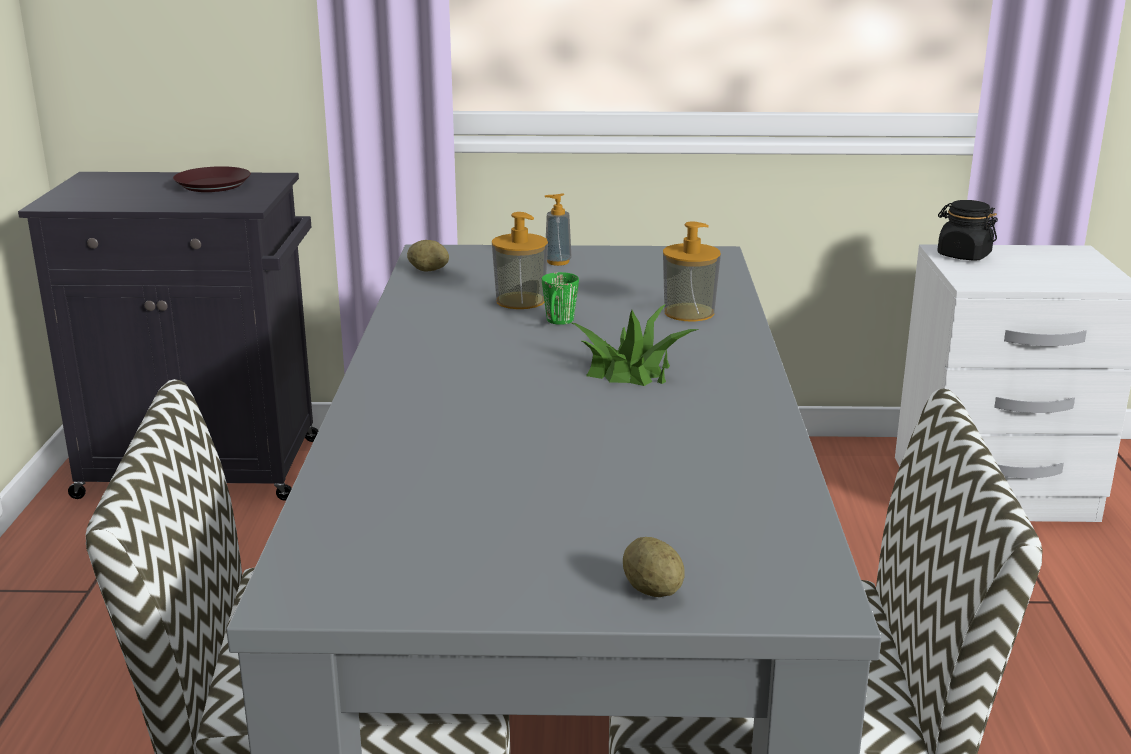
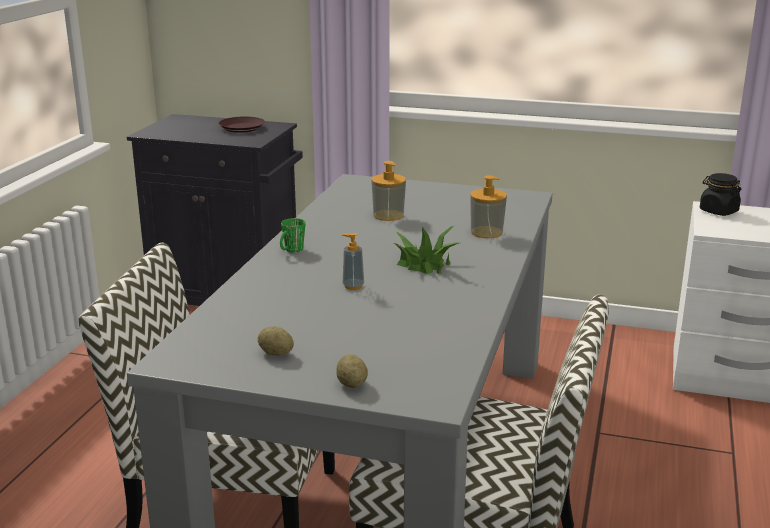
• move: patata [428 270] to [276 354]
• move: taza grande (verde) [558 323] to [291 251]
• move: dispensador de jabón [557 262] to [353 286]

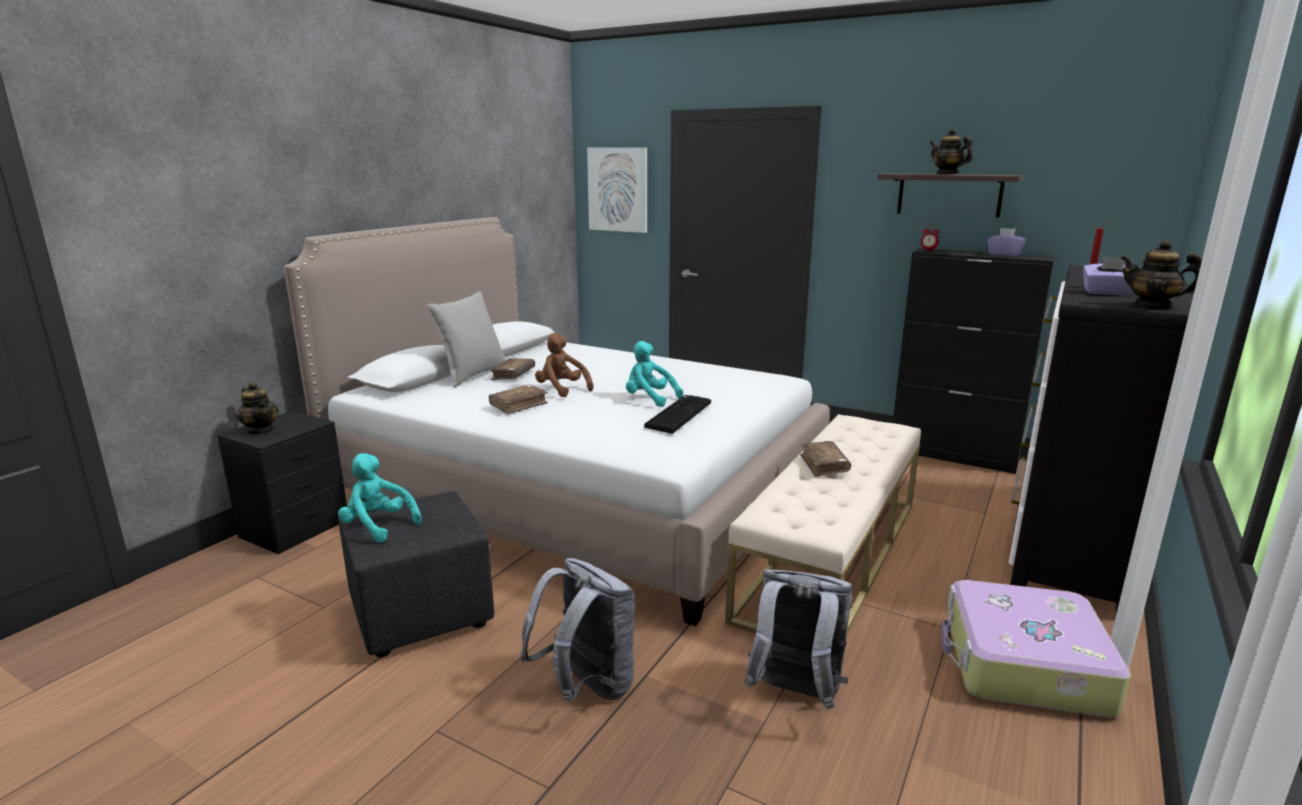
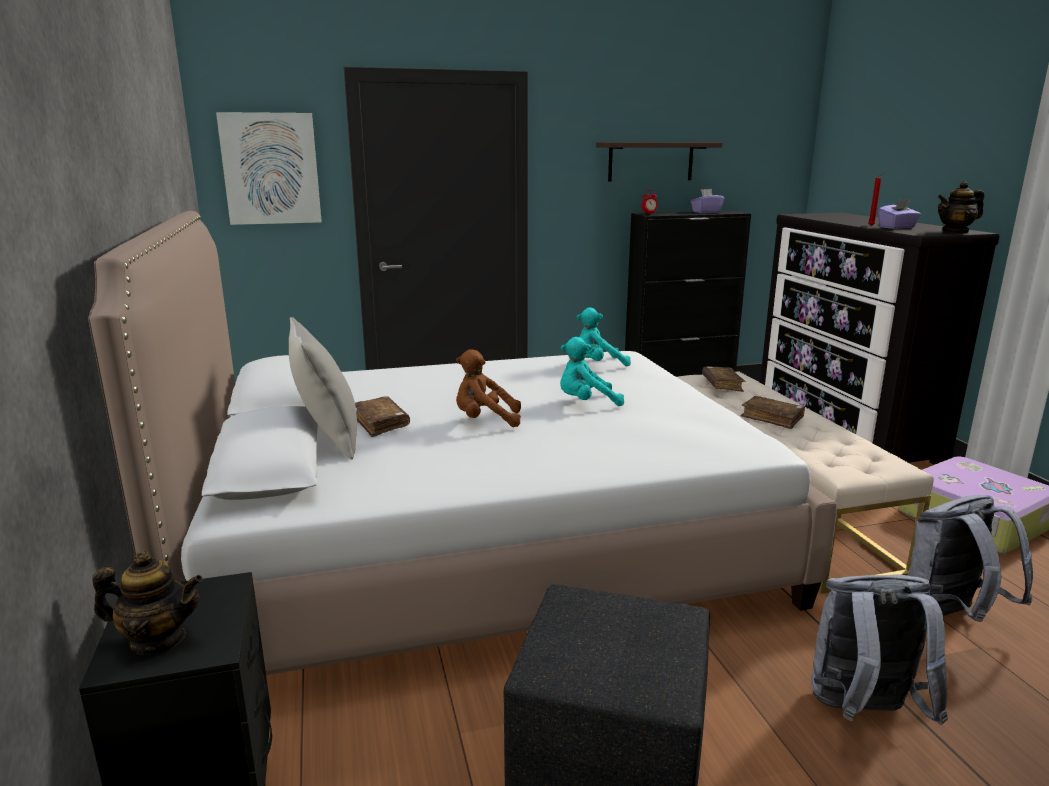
• move: peluche (turquesa) [378 526] to [598 364]
• move: libro (marrón) [518 405] to [722 385]
• delete: teclado [678 414]
• delete: tetera [947 174]

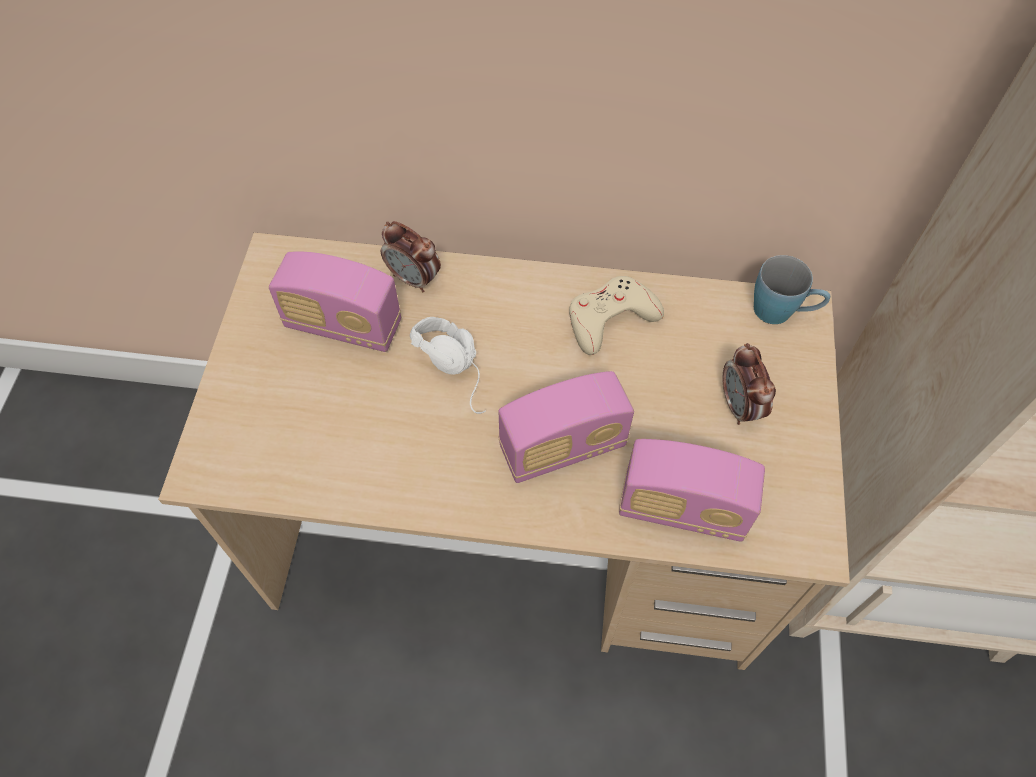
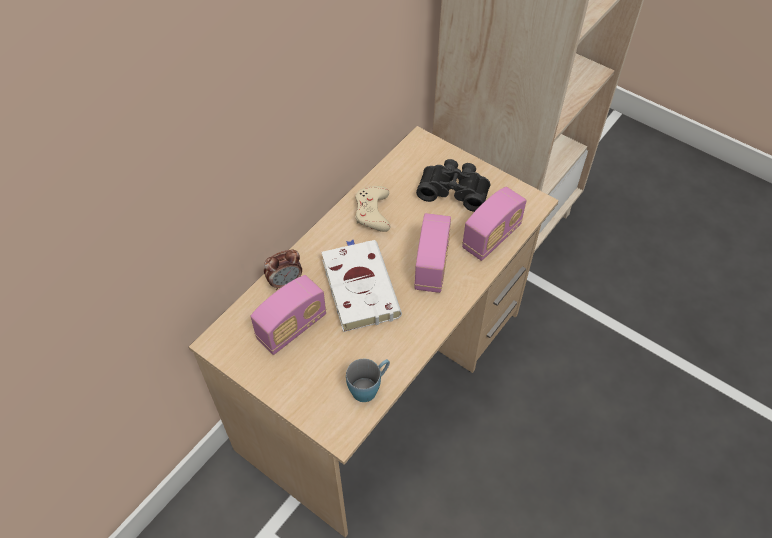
• replace: auriculares (blanco) [462 369] to libro (blanco) [359 286]
• move: taza grande (azul) [782 312] to [369 387]
• replace: despertador [739 406] to prismáticos (negro) [454 190]

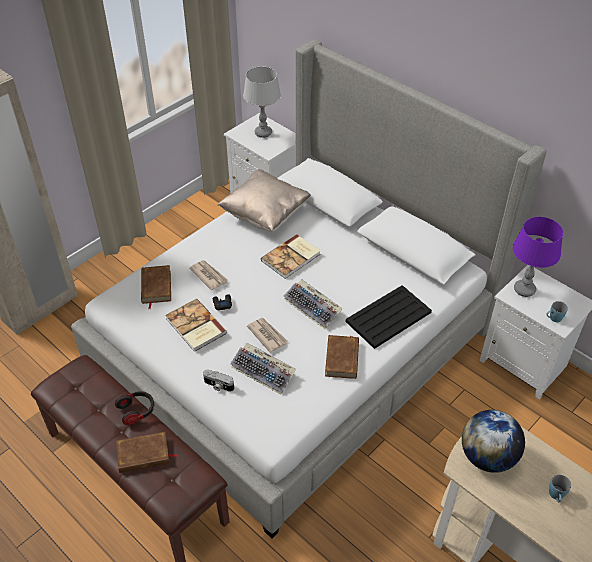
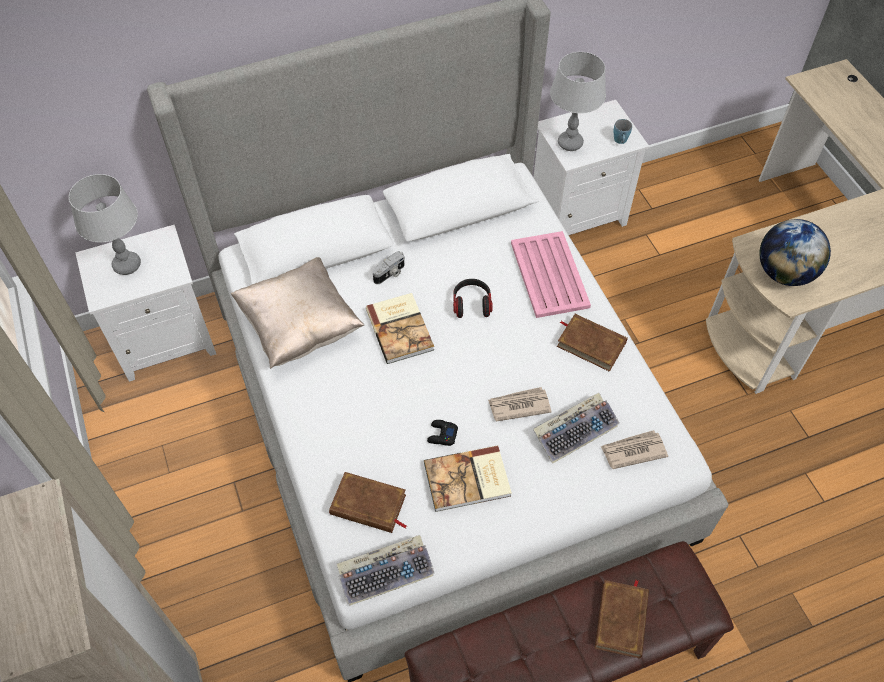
• move: teclado [313 307] to [386 572]
• move: cámara [218 385] to [390 274]
• move: auriculares [137 411] to [471 304]
• recolor: bandeja (negro) [387 317] to bandeja (rosa) [549 275]
• recolor: lámpara de mesa (morado) [524 290] to lámpara de mesa (gris) [570 143]
• move: periódico [208 275] to [633 451]
• delete: taza grande (azul) [556 496]

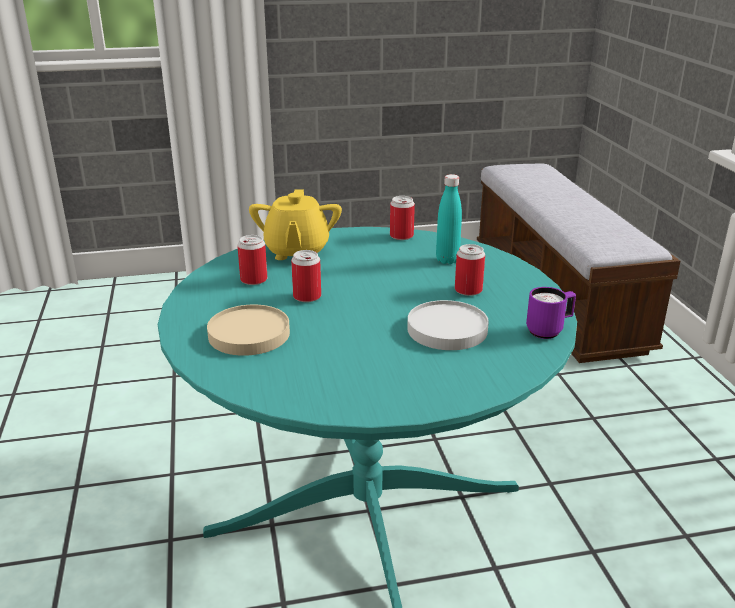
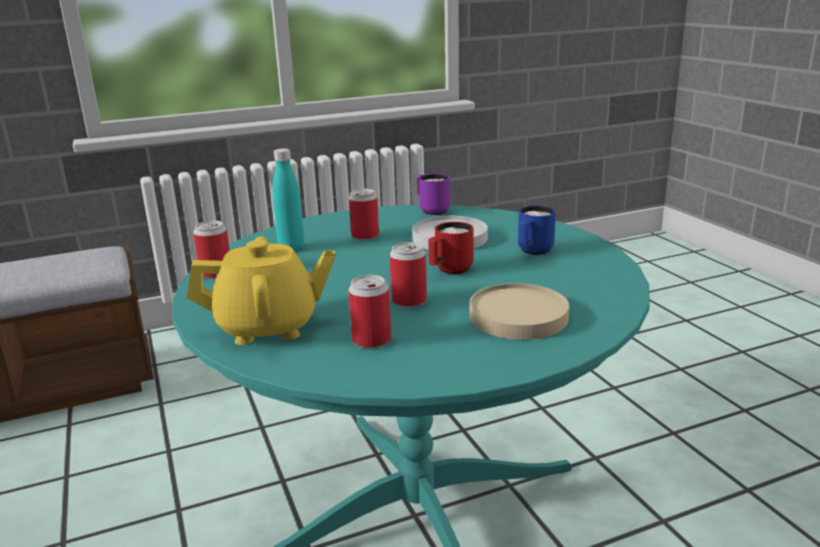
• insert: taza grande (rojo) [449 271]
• insert: taza grande (azul) [532 252]

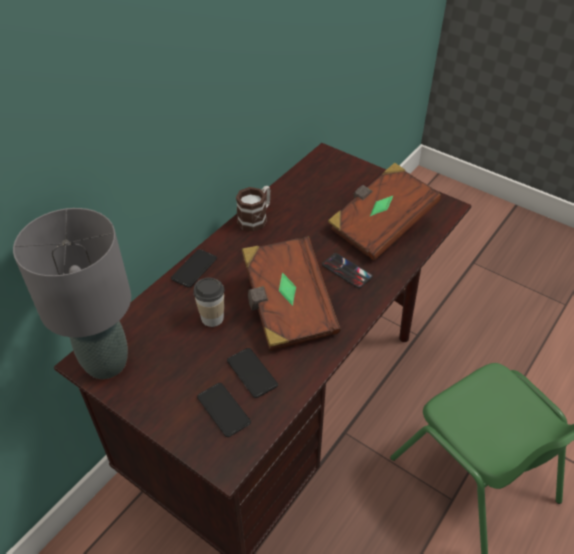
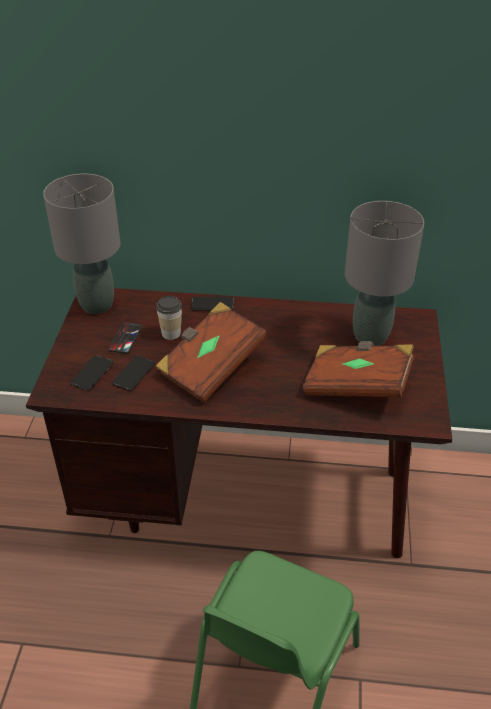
• move: móvil [346 271] to [125 338]
• insert: lámpara de mesa (gris) [370 336]
• delete: taza grande [256 218]

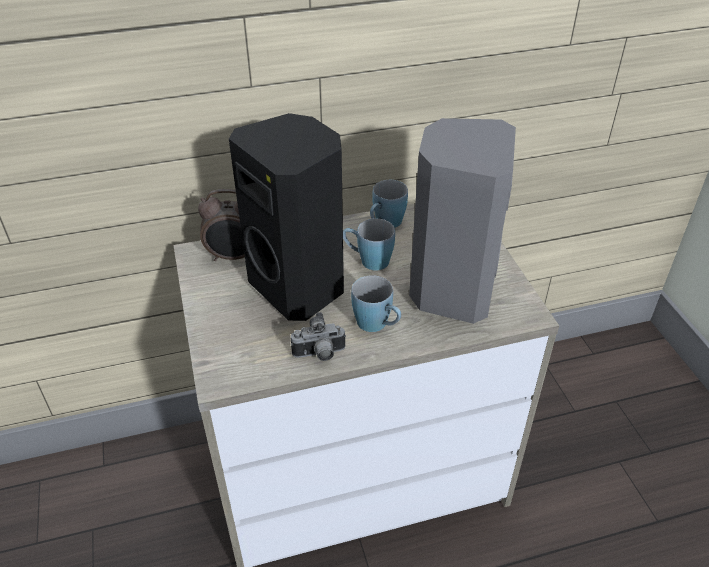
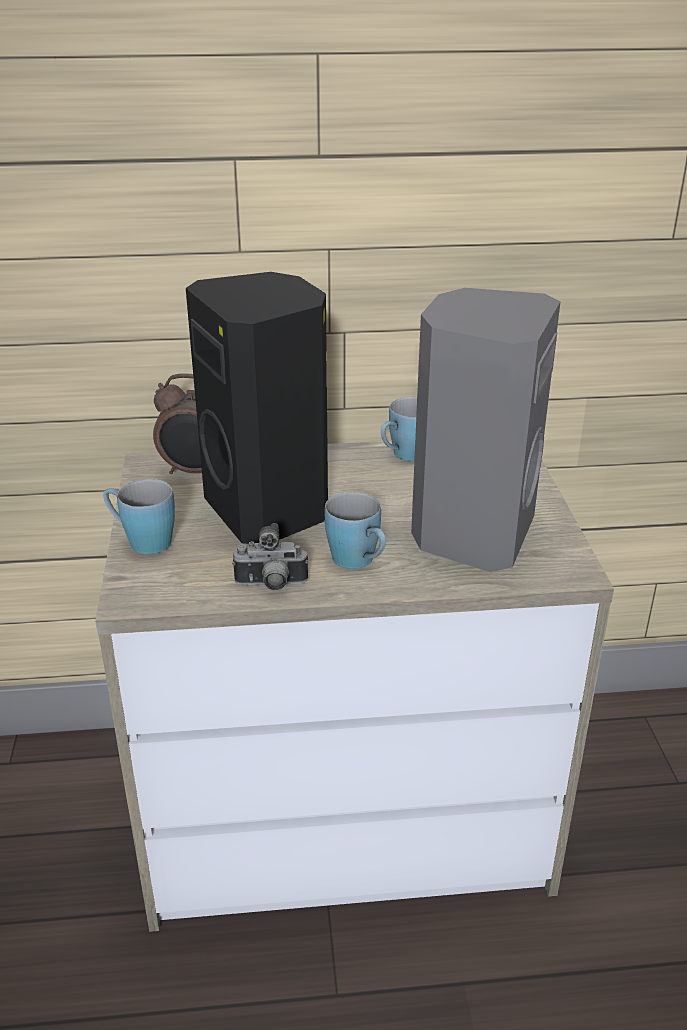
• move: taza grande (azul) [368 260] to [141 541]

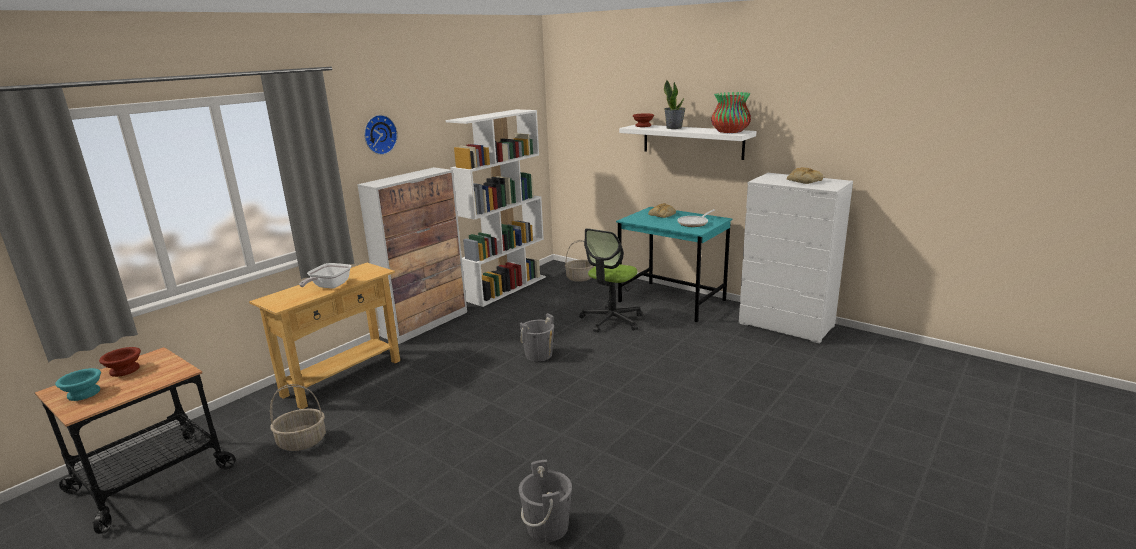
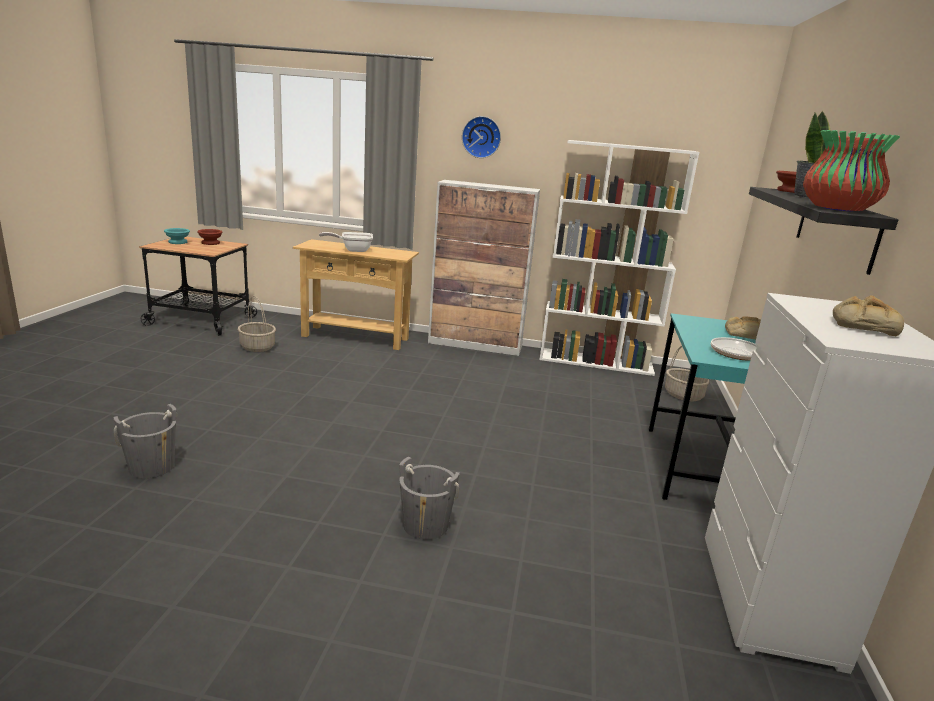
• move: cubo (gris) [538 355] to [425 525]
• recolor: estante (blanco) [692 141] to estante (negro) [835 228]
• delete: silla de oficina [611 320]

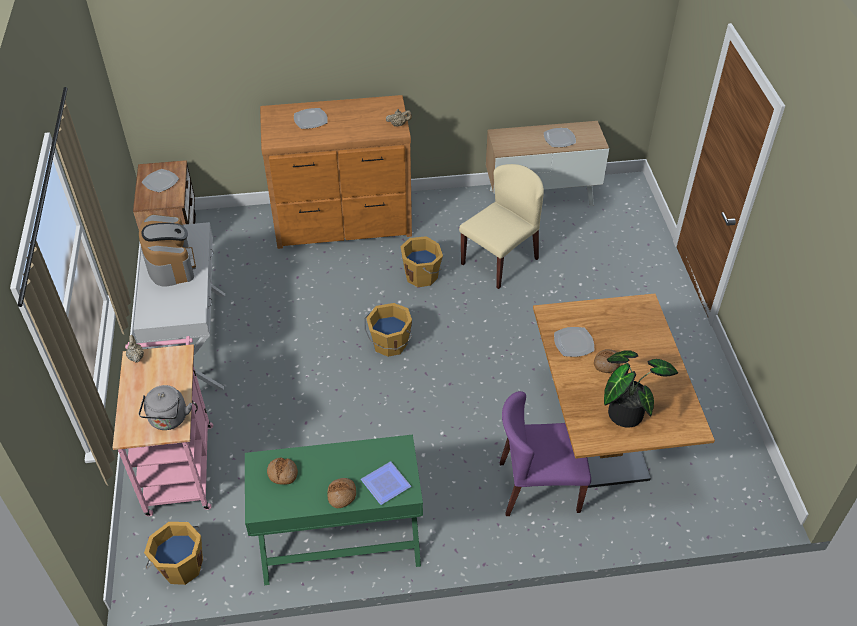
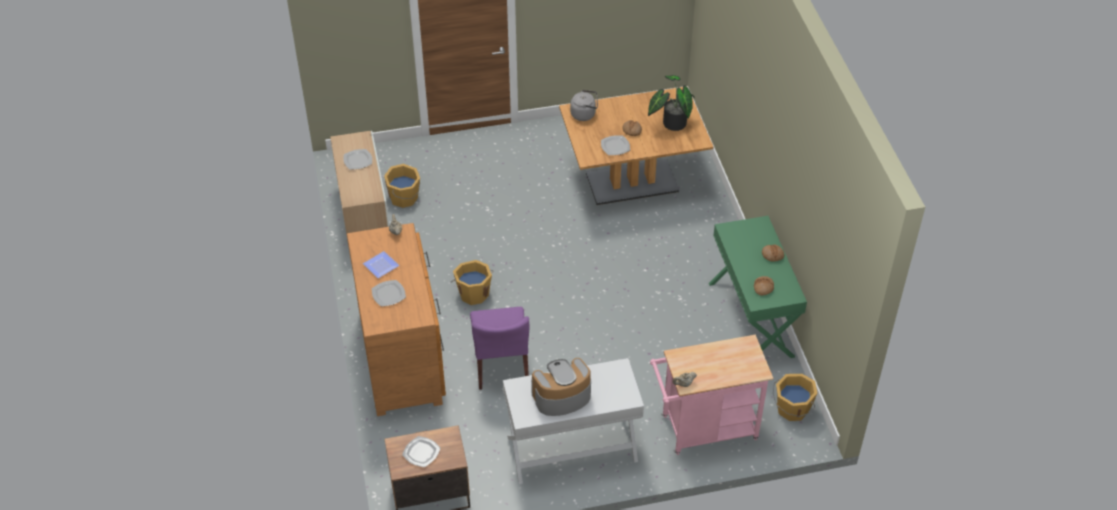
• move: plato [387 484] to [381 265]
• move: cubo (naranja) [389 344] to [404 198]
• move: silla (morado) [538 487] to [501 364]
• move: hervidor (gris) [168 420] to [584 114]
• delete: silla (beis) [500 260]

